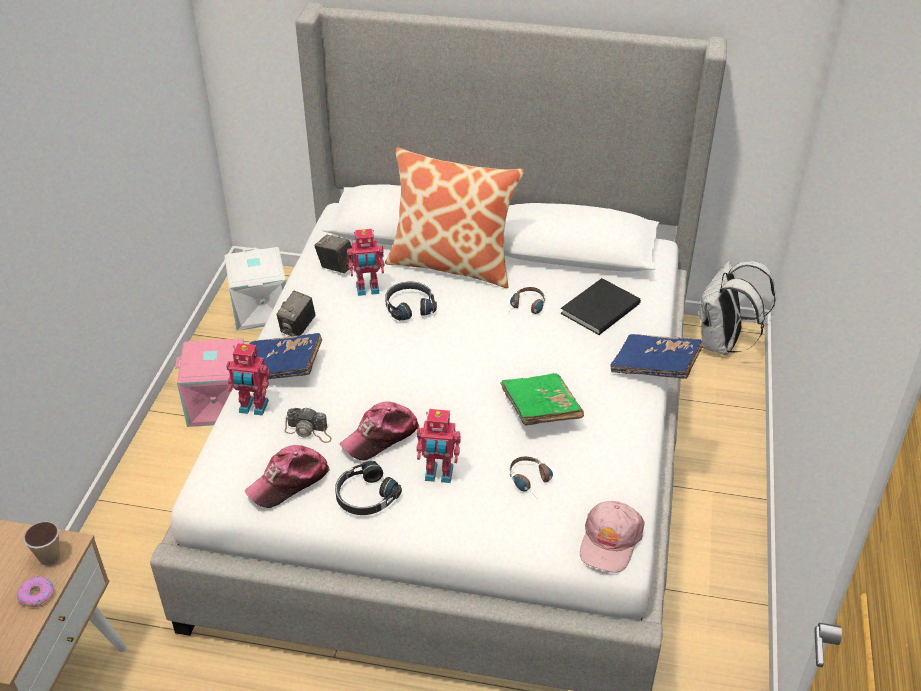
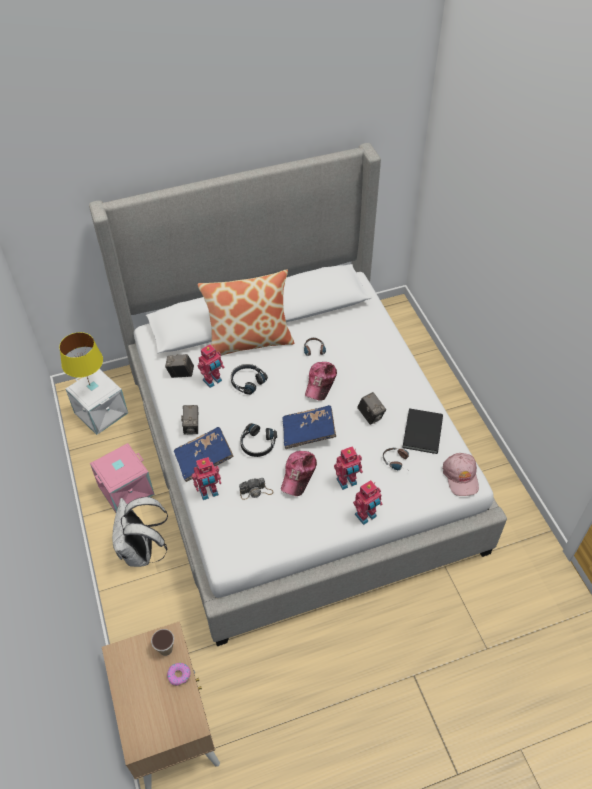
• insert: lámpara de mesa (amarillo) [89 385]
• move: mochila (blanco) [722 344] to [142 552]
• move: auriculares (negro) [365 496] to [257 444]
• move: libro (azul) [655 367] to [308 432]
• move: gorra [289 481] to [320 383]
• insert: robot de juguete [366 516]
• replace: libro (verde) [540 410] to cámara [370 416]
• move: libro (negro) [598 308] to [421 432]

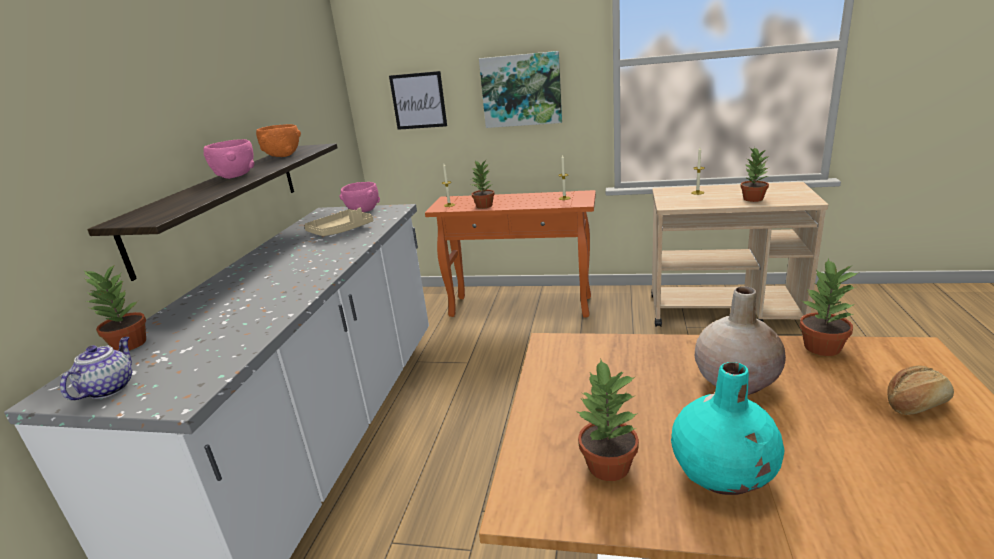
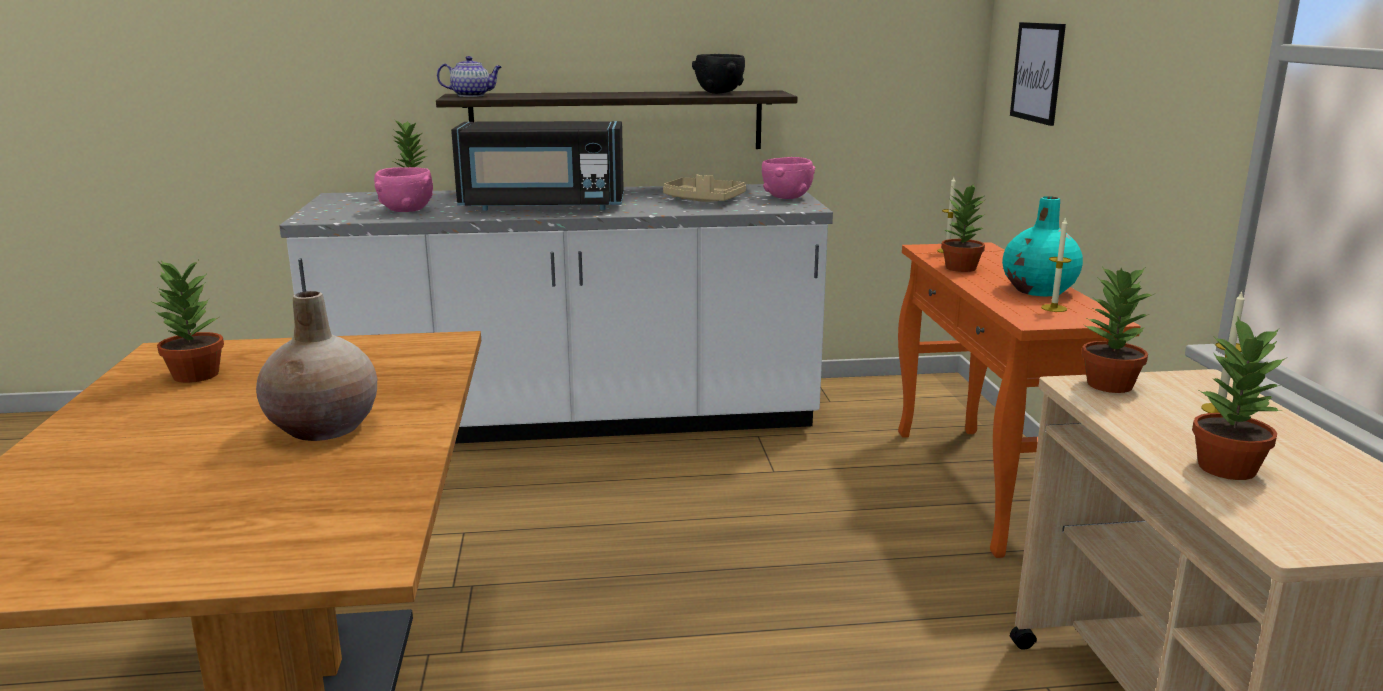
• move: cuenco (rosa) [235 176] to [406 211]
• move: tetera [109 388] to [472 95]
• insert: microondas (negro) [542 206]
• recolor: cuenco (naranja) [283 156] to cuenco (negro) [719 93]
• move: florero (turquesa) [723 473] to [1039 290]
• move: planta en maceta [822 348] to [1108 385]
• delete: cuadro [521 90]
• delete: pan [915 403]

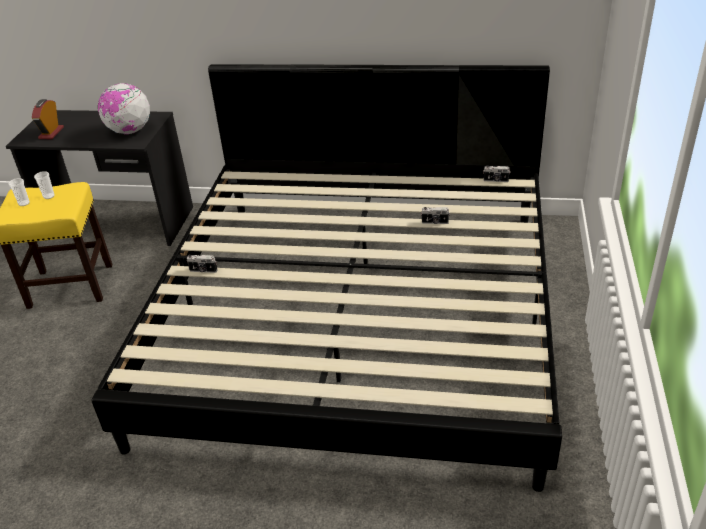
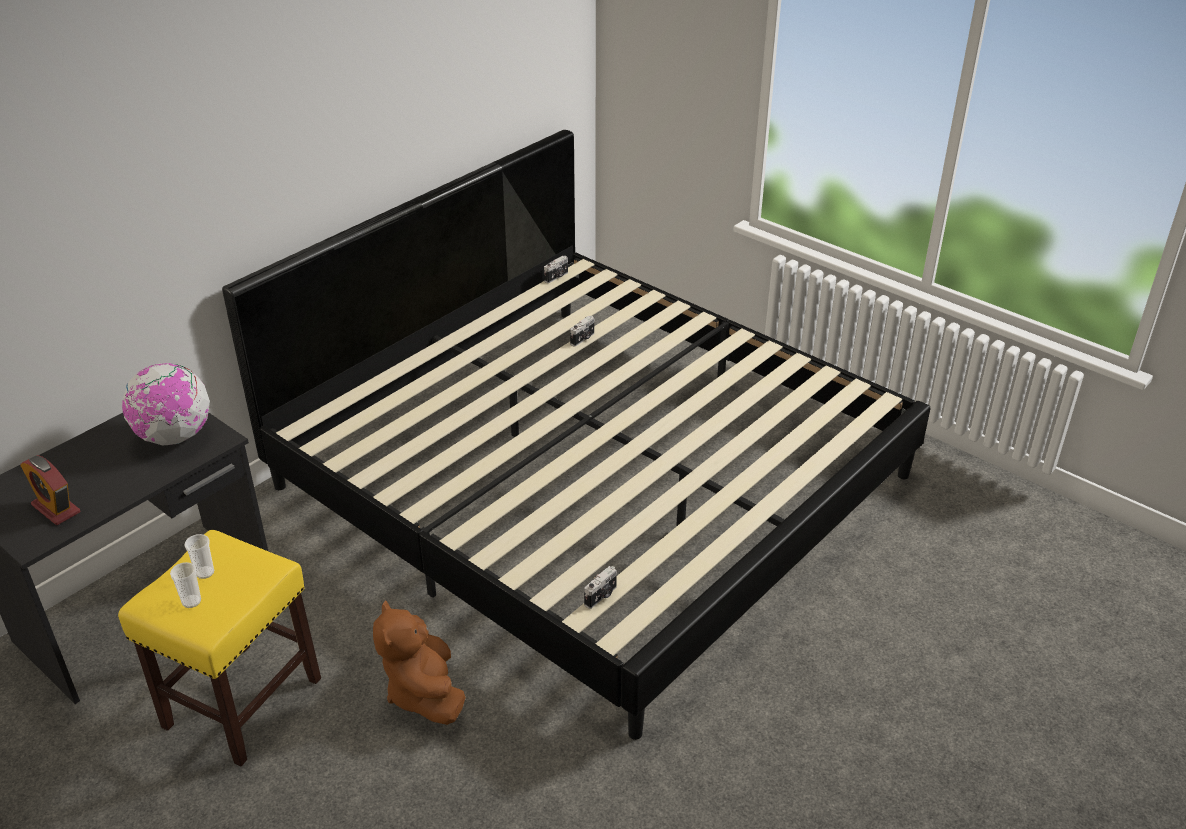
• insert: peluche (marrón) [424 693]
• move: cámara [203 271] to [601 596]

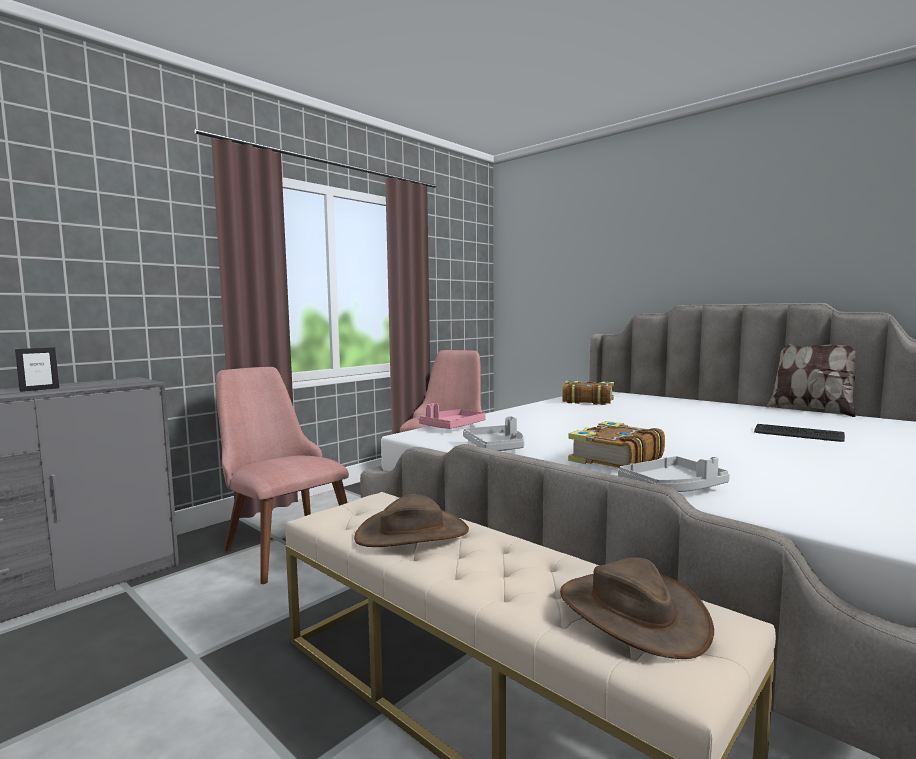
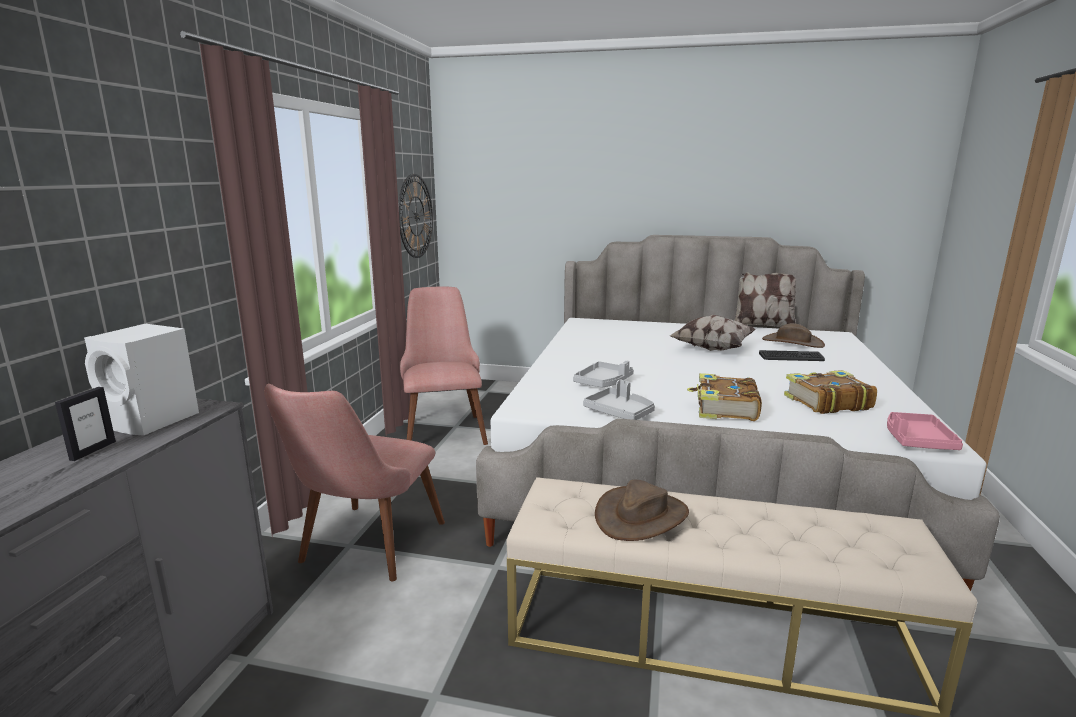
• insert: altavoz (blanco) [154 421]
• rotate: silla (rosa) [281 545] = [364 551] 90 degrees counterclockwise
• insert: reloj de pared [416 216]
• move: bandeja (gris) [672 488] to [603 382]
• insert: cojín [711 348]
• move: sombrero (marrón) [631 613] to [792 342]
• move: libro [587 400] to [826 402]
• move: bandeja (rosa) [452 427] to [916 440]

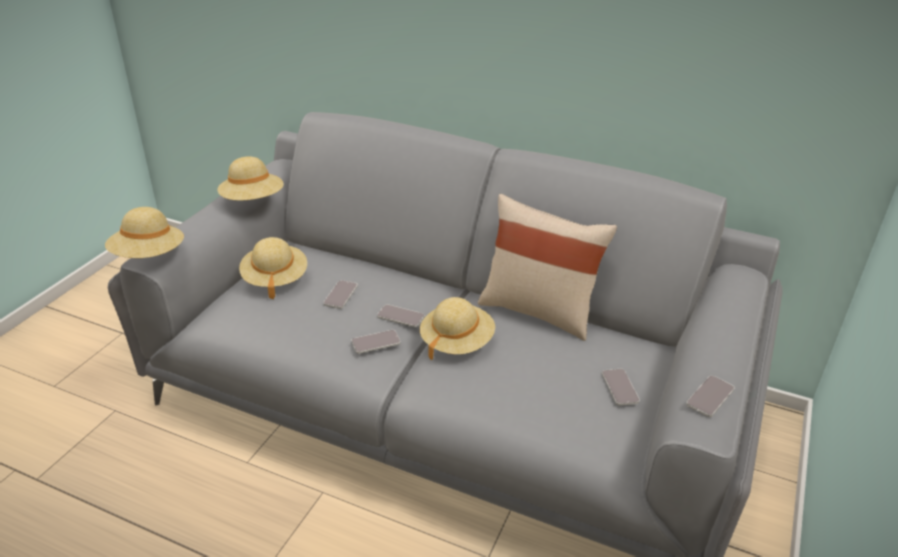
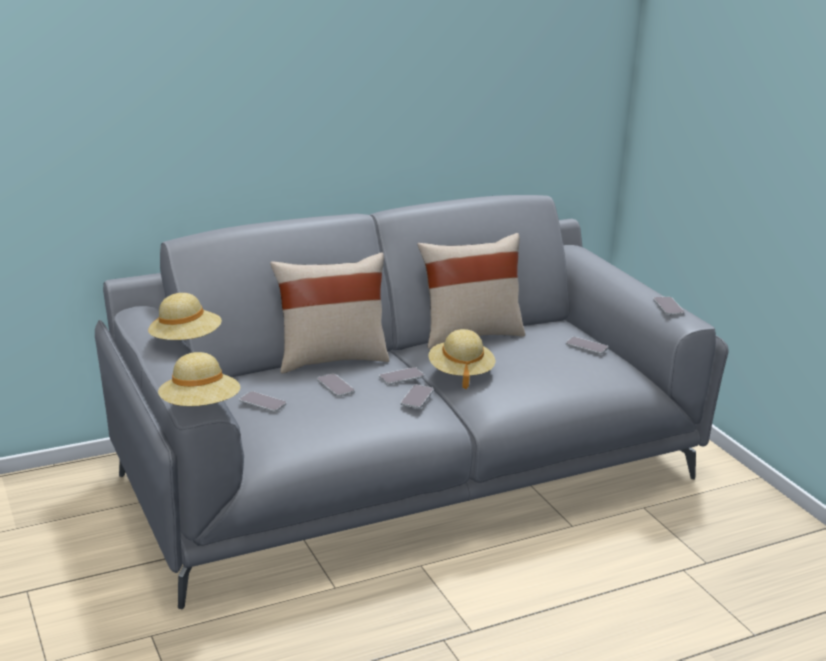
• replace: sombrero (beis) [275 279] to móvil [262 402]
• insert: cojín (beis) [331 358]

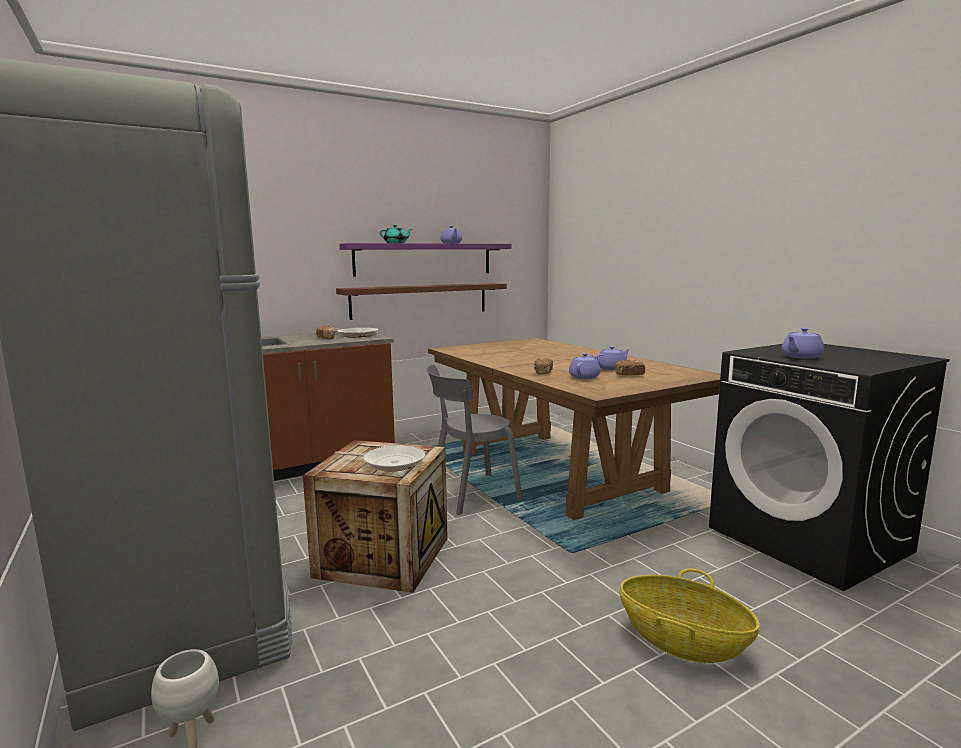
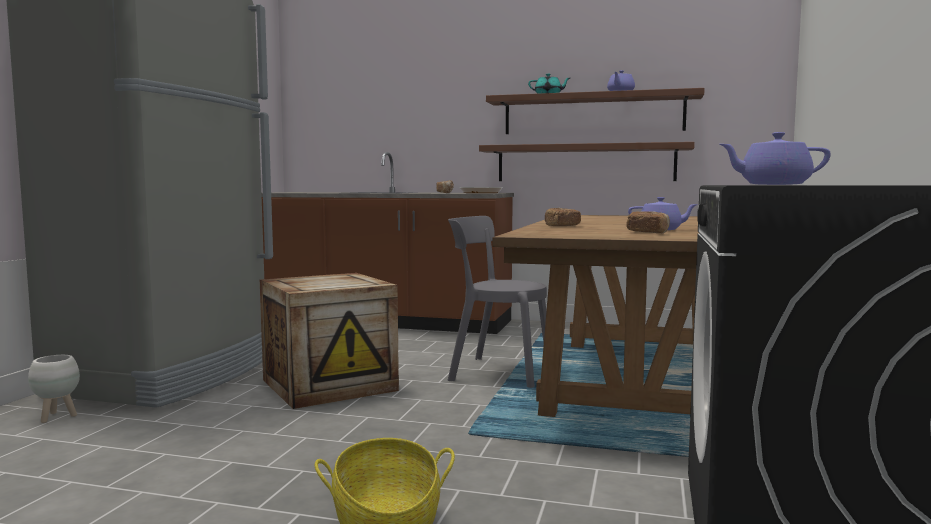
• recolor: estante (morado) [424 259] to estante (marrón) [593 114]
• delete: sartén [390 462]
• delete: tetera (morado) [584 377]

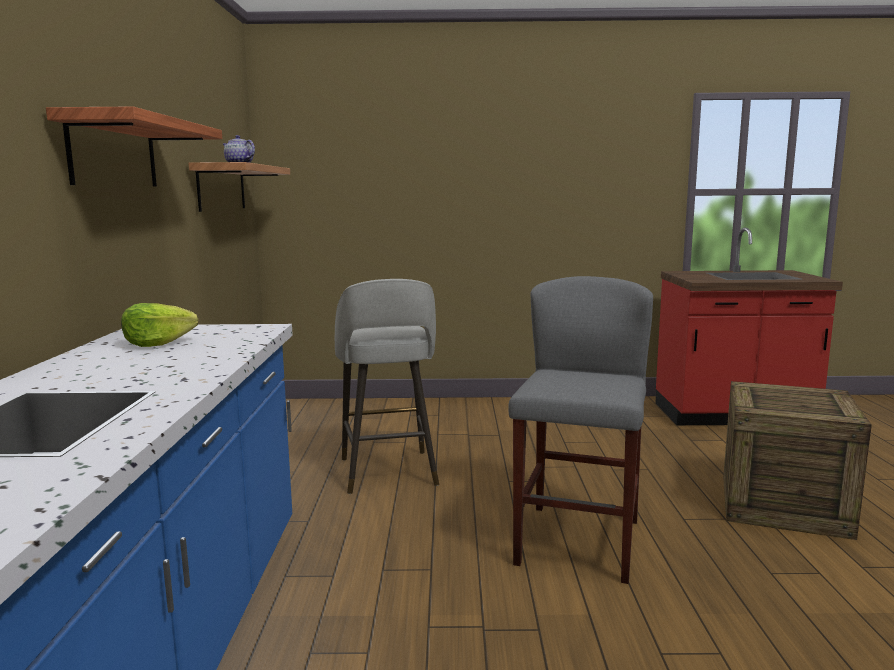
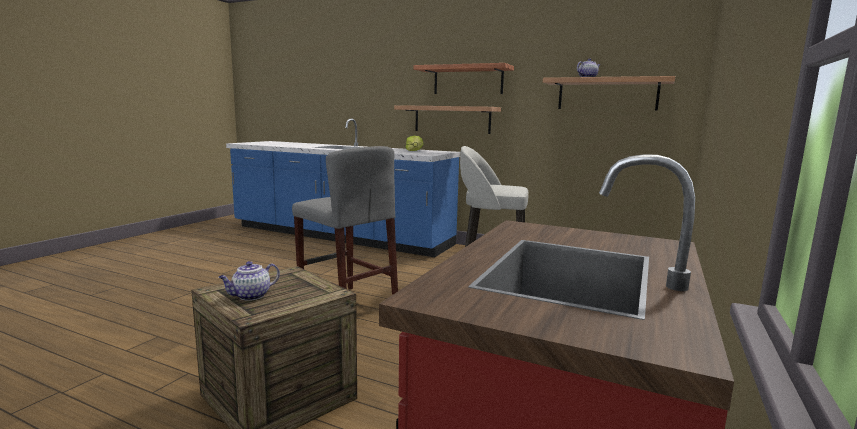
• insert: tetera [250 296]
• insert: estante [452 119]

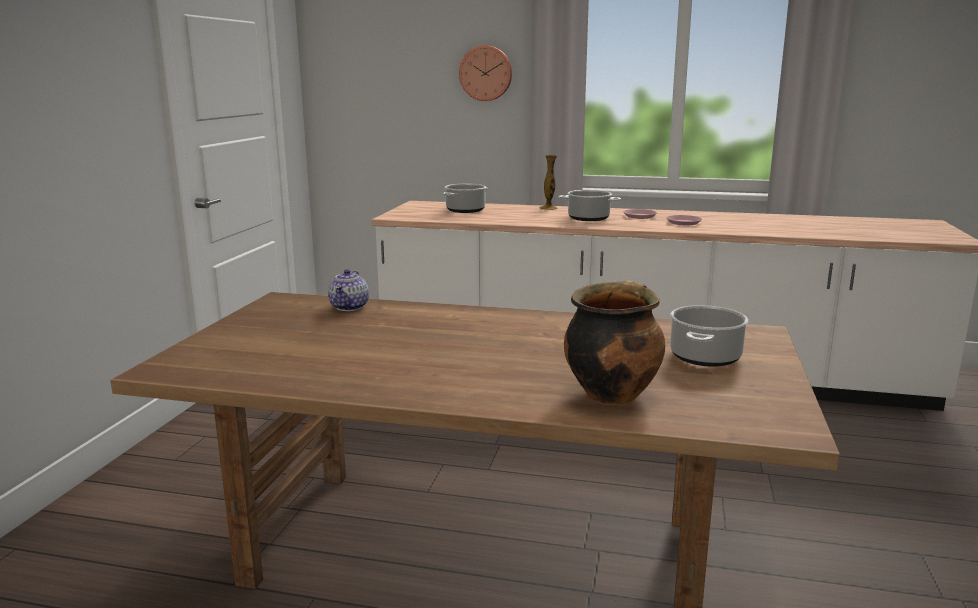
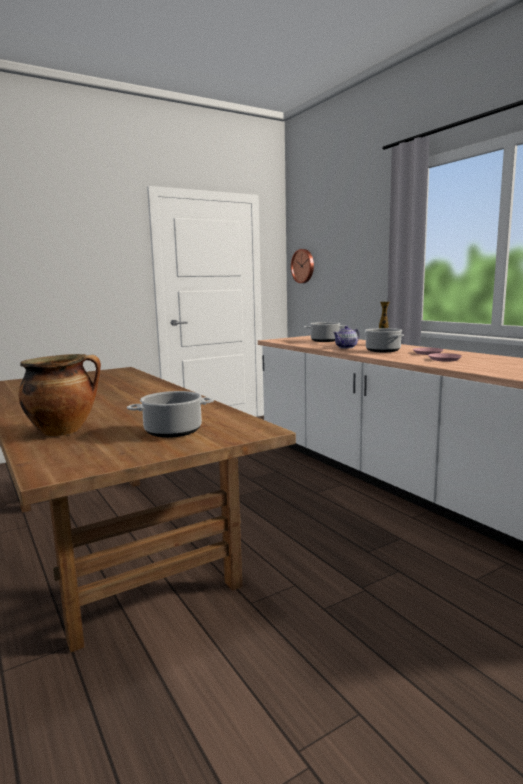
• move: reloj de pared [486 73] to [303 266]
• move: tetera [350 307] to [346 347]

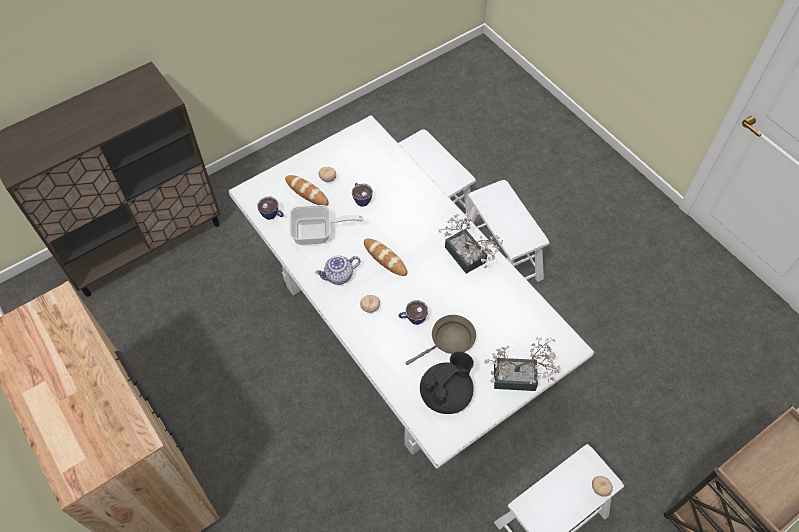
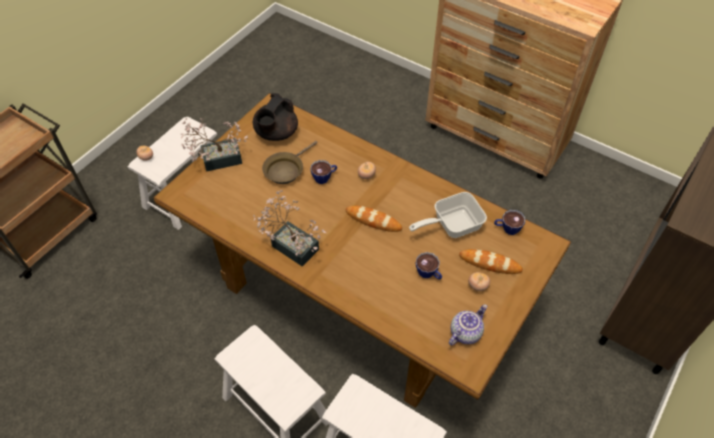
• recolor: mesa de comedor (blanco) [401 330] to mesa de comedor (marrón) [354 293]
• move: tetera [339 276] to [465 332]

